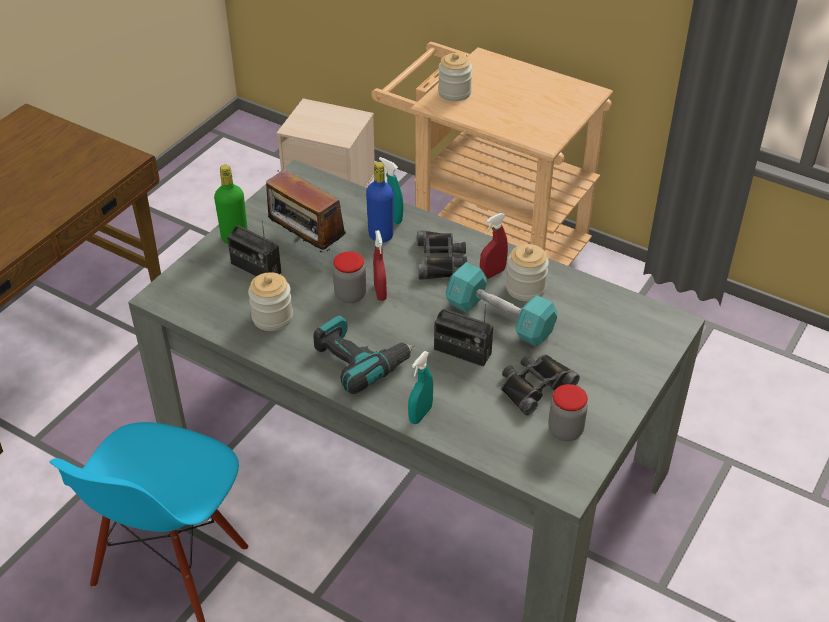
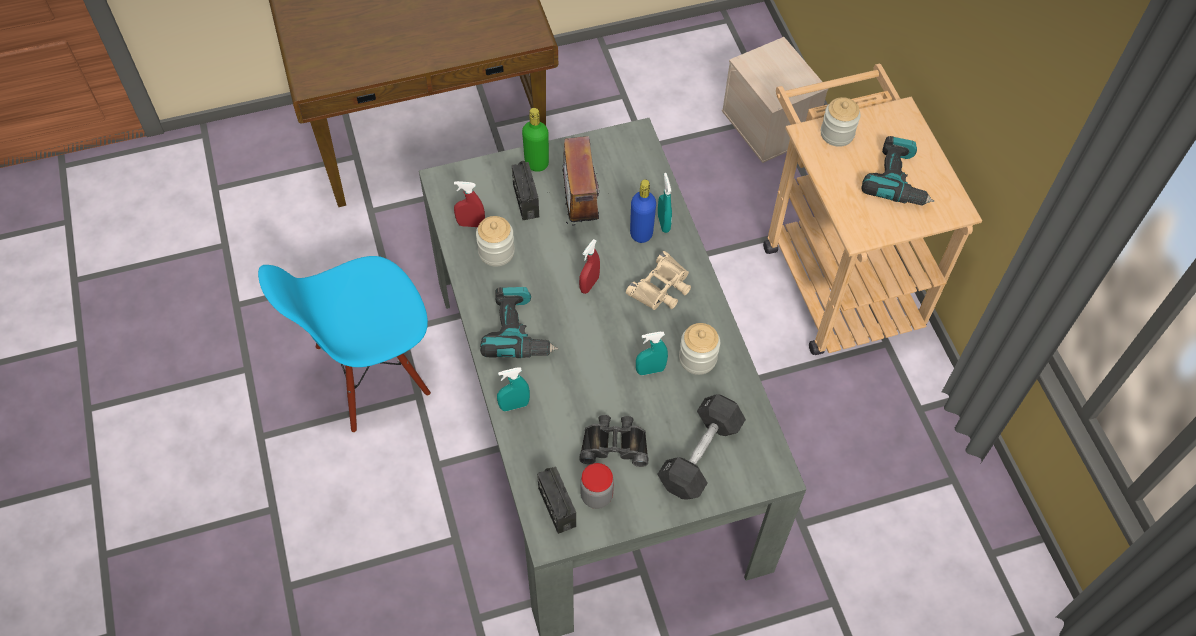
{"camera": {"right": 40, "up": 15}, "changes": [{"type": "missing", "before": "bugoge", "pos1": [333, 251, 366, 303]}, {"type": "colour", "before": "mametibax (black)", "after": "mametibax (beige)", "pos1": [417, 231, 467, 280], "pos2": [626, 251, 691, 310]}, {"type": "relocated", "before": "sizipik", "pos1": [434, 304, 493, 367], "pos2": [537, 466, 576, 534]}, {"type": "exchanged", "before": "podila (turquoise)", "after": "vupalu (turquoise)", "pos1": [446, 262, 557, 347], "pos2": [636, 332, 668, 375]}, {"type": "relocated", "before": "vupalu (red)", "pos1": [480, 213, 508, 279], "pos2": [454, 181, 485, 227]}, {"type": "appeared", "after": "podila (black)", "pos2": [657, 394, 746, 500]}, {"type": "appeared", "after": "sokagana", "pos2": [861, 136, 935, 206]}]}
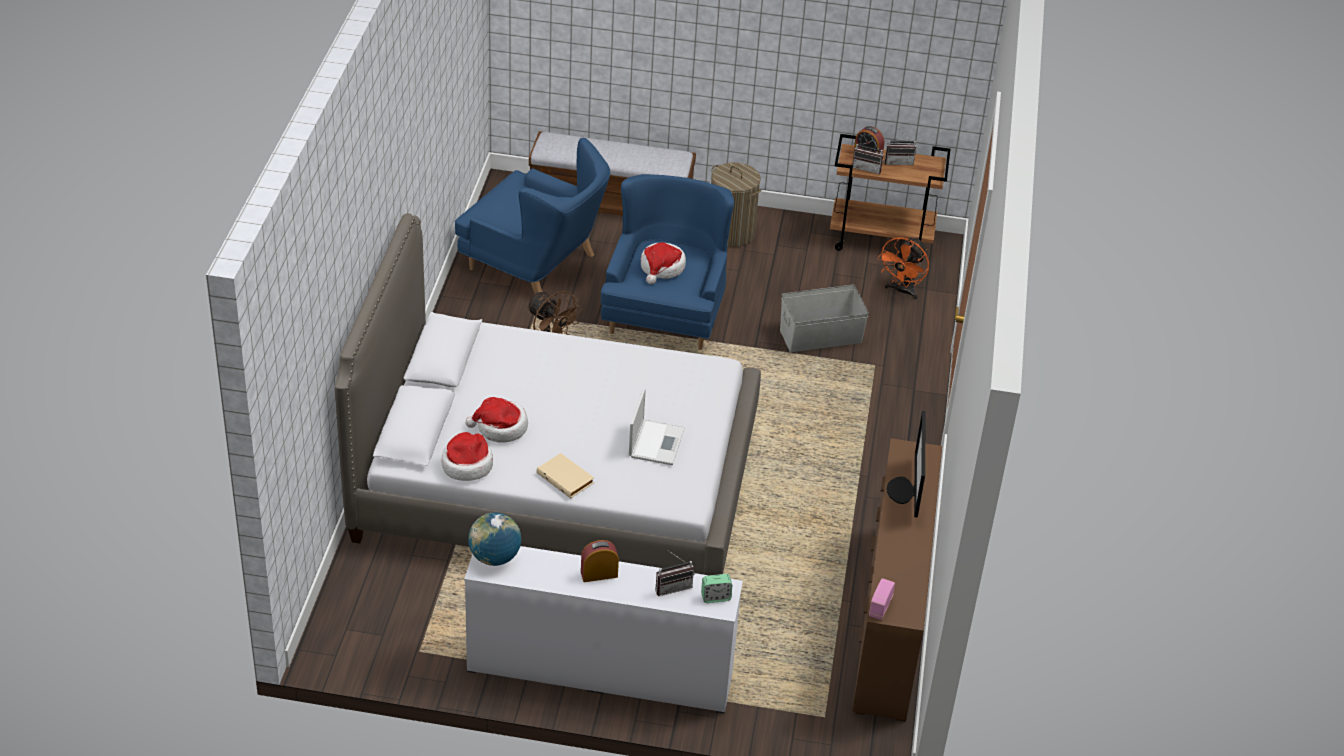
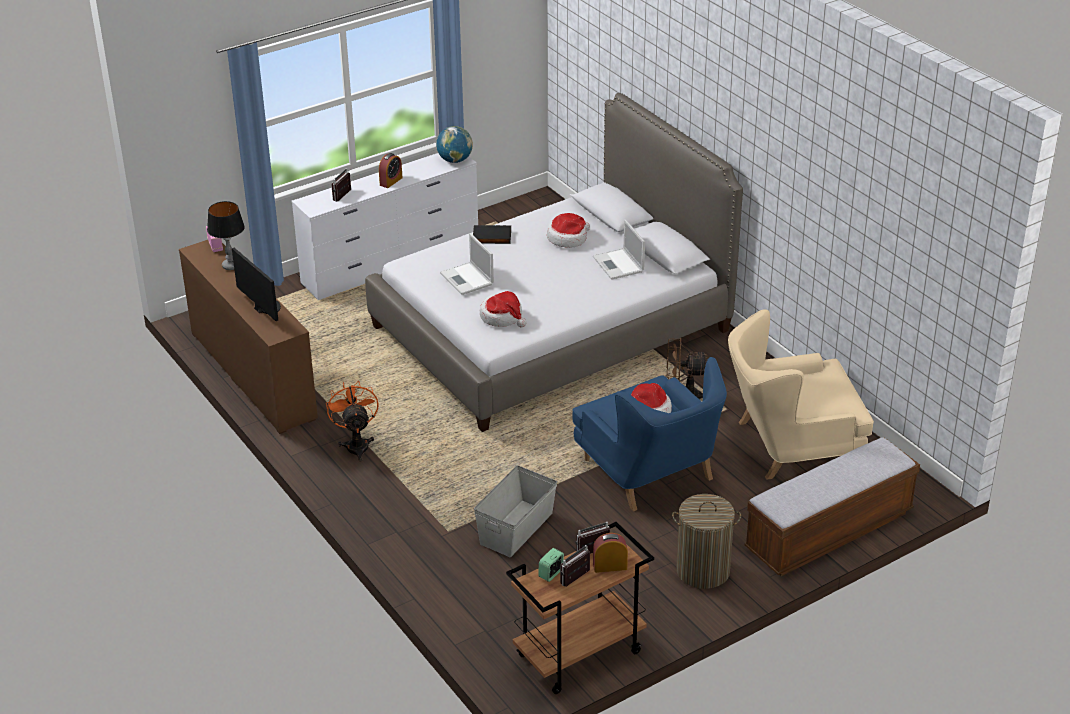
{"camera": {"right": 140, "up": -5}, "changes": [{"type": "relocated", "before": "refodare", "pos1": [441, 432, 493, 481], "pos2": [480, 291, 526, 327]}, {"type": "colour", "before": "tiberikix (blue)", "after": "tiberikix (beige)", "pos1": [455, 138, 610, 294], "pos2": [728, 309, 874, 480]}, {"type": "colour", "before": "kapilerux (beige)", "after": "kapilerux (black)", "pos1": [537, 453, 594, 498], "pos2": [473, 225, 511, 244]}, {"type": "relocated", "before": "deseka", "pos1": [701, 574, 732, 603], "pos2": [538, 548, 564, 582]}, {"type": "relocated", "before": "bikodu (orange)", "pos1": [877, 237, 929, 300], "pos2": [326, 381, 379, 462]}, {"type": "appeared", "after": "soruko", "pos2": [207, 201, 245, 270]}, {"type": "appeared", "after": "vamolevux", "pos2": [593, 220, 645, 280]}]}
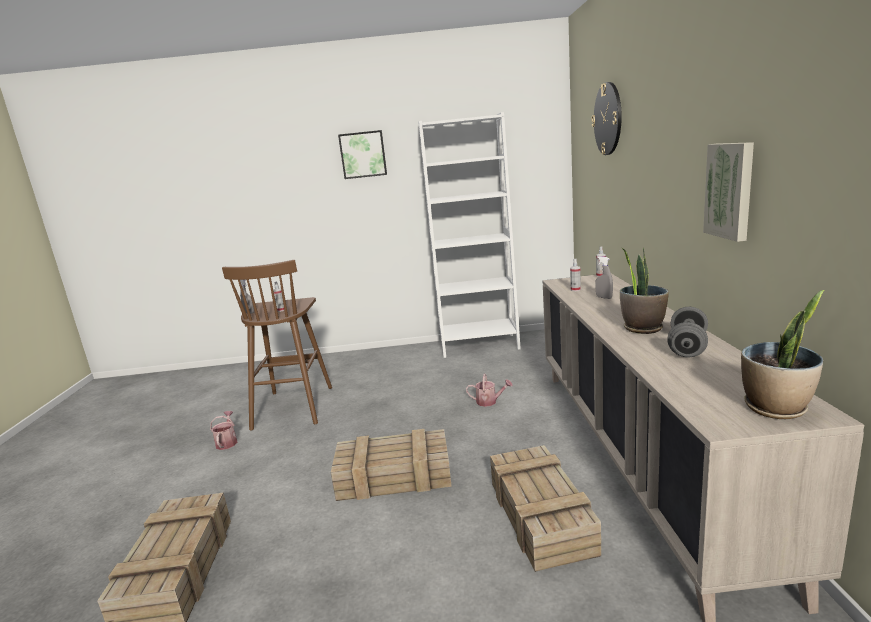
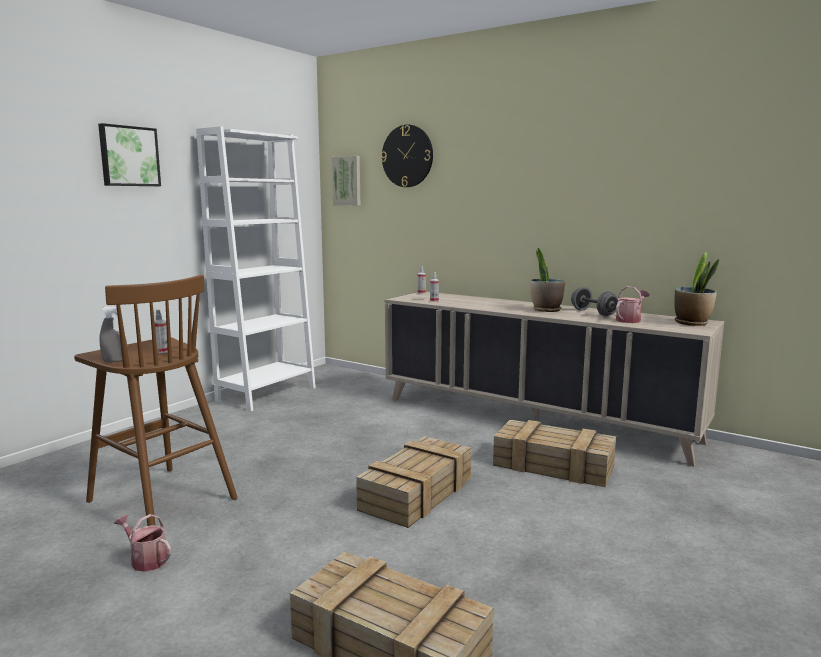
{"camera": {"right": -55, "up": -5}, "changes": [{"type": "relocated", "before": "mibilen", "pos1": [466, 374, 513, 407], "pos2": [616, 286, 649, 323]}, {"type": "missing", "before": "vupalu (grey)", "pos1": [595, 256, 613, 299]}, {"type": "relocated", "before": "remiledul", "pos1": [703, 142, 754, 242], "pos2": [332, 156, 360, 205]}]}
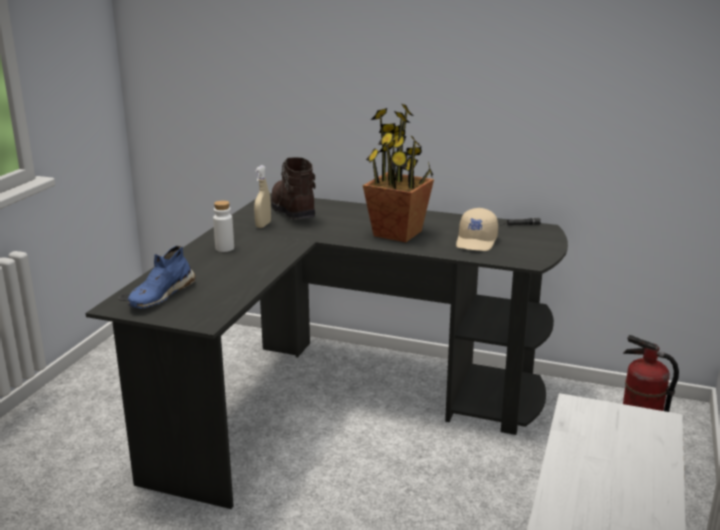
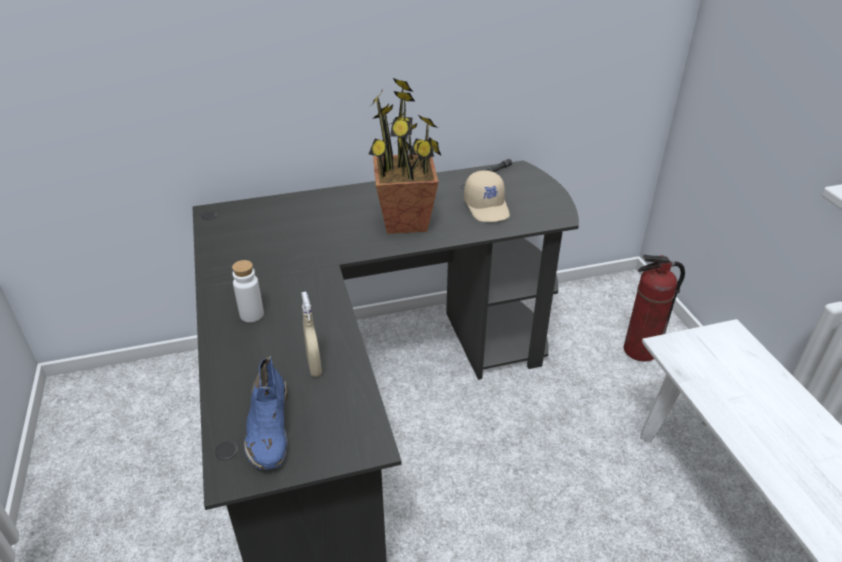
{"camera": {"right": -35, "up": 15}, "changes": [{"type": "relocated", "before": "vupalu (beige)", "pos1": [254, 165, 271, 228], "pos2": [301, 291, 322, 377]}, {"type": "missing", "before": "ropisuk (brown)", "pos1": [271, 157, 316, 220]}]}
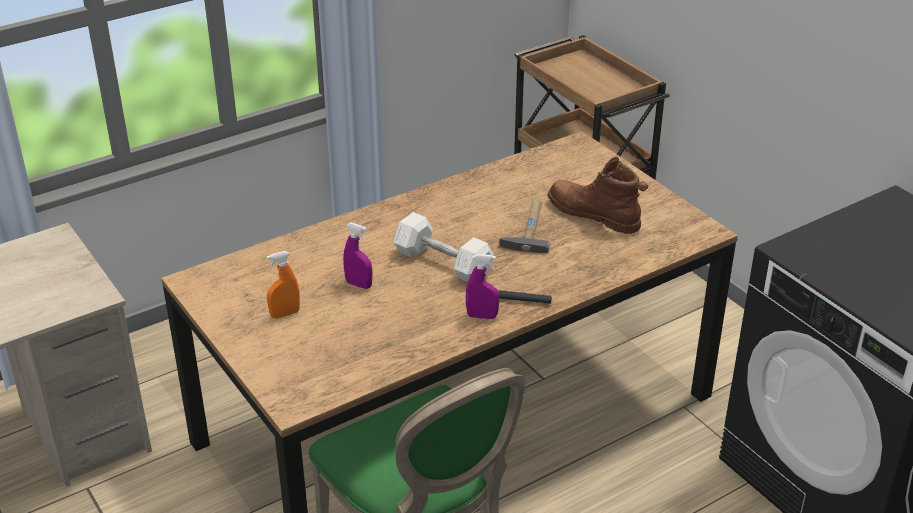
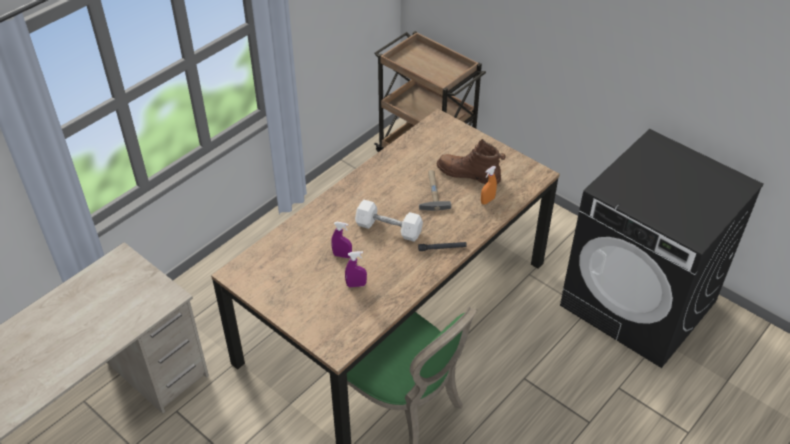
{"camera": {"right": -15, "up": 10}, "changes": [{"type": "relocated", "before": "vupalu (orange)", "pos1": [266, 251, 300, 318], "pos2": [481, 166, 497, 205]}, {"type": "relocated", "before": "vupalu (purple)", "pos1": [466, 254, 499, 319], "pos2": [345, 251, 367, 287]}]}
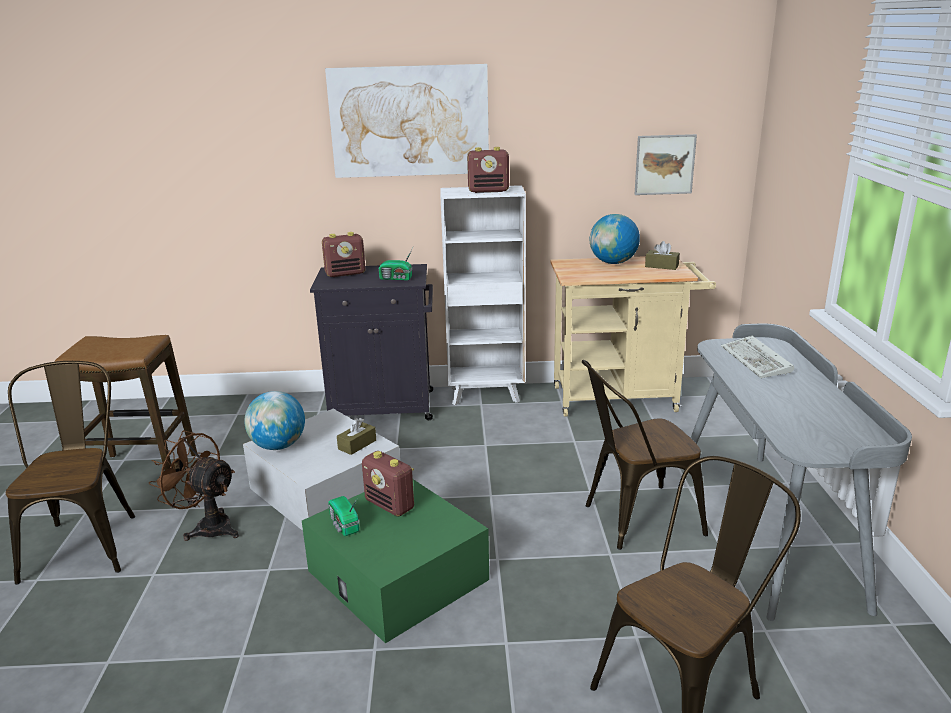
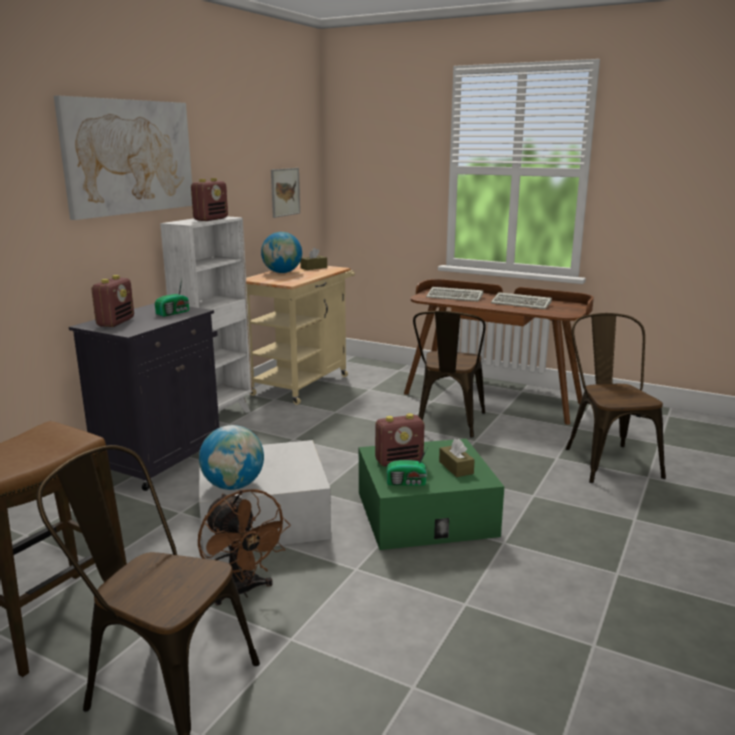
{"camera": {"right": -60, "up": -5}, "changes": [{"type": "spun", "before": "bikodu (brown)", "pos1": [149, 430, 239, 541], "pos2": [198, 489, 290, 605], "turn": -90}, {"type": "relocated", "before": "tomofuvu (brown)", "pos1": [337, 418, 376, 455], "pos2": [439, 439, 475, 477]}, {"type": "colour", "before": "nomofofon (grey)", "after": "nomofofon (brown)", "pos1": [691, 323, 912, 621], "pos2": [404, 279, 594, 425]}, {"type": "appeared", "after": "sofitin", "pos2": [491, 292, 552, 309]}]}
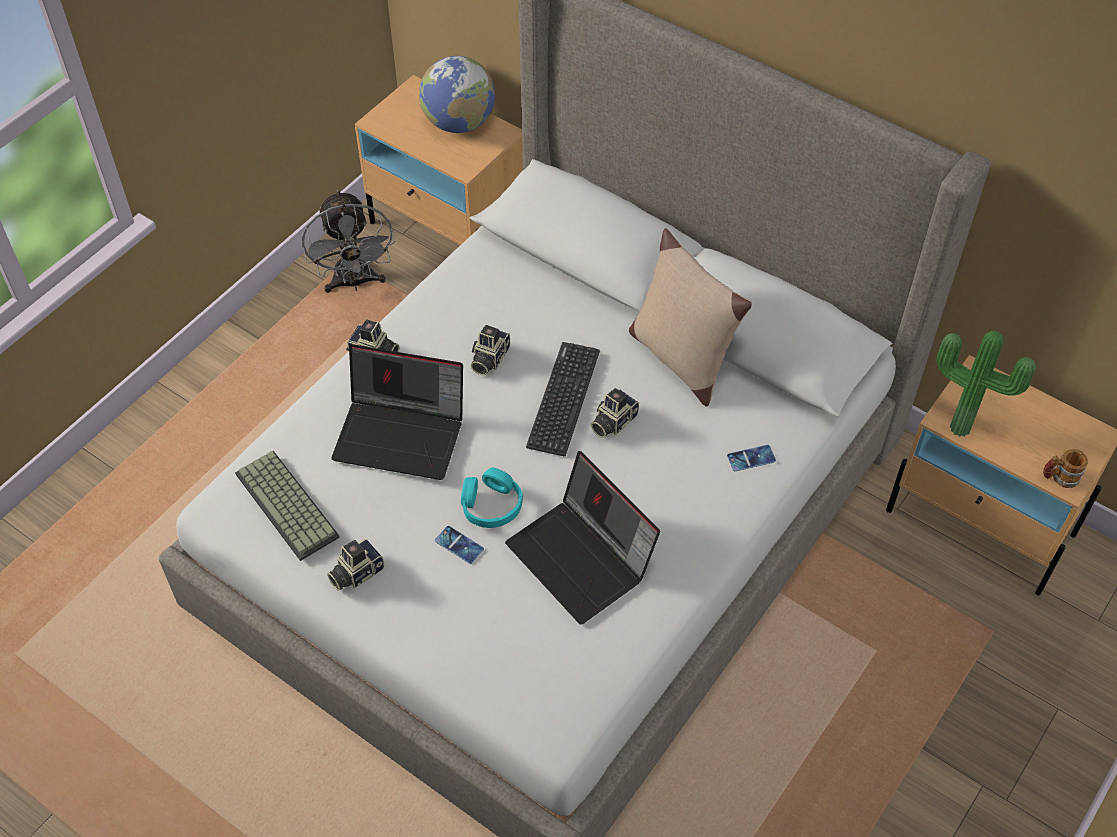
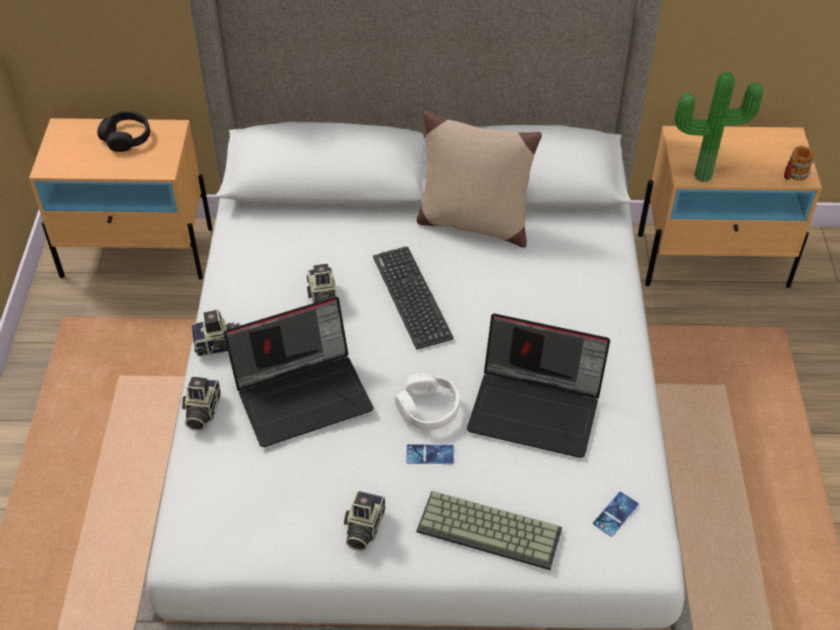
{"camera": {"right": -35, "up": -5}, "changes": [{"type": "relocated", "before": "sofitin", "pos1": [235, 451, 340, 561], "pos2": [417, 491, 562, 570]}, {"type": "missing", "before": "bikodu (grey)", "pos1": [302, 189, 395, 293]}, {"type": "exchanged", "before": "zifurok", "after": "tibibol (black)", "pos1": [419, 56, 495, 133], "pos2": [97, 111, 150, 152]}, {"type": "colour", "before": "tibibol (turquoise)", "after": "tibibol (white)", "pos1": [461, 468, 523, 528], "pos2": [395, 373, 460, 430]}, {"type": "relocated", "before": "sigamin", "pos1": [591, 388, 639, 438], "pos2": [182, 377, 221, 431]}, {"type": "relocated", "before": "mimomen", "pos1": [727, 445, 776, 471], "pos2": [593, 492, 639, 537]}]}
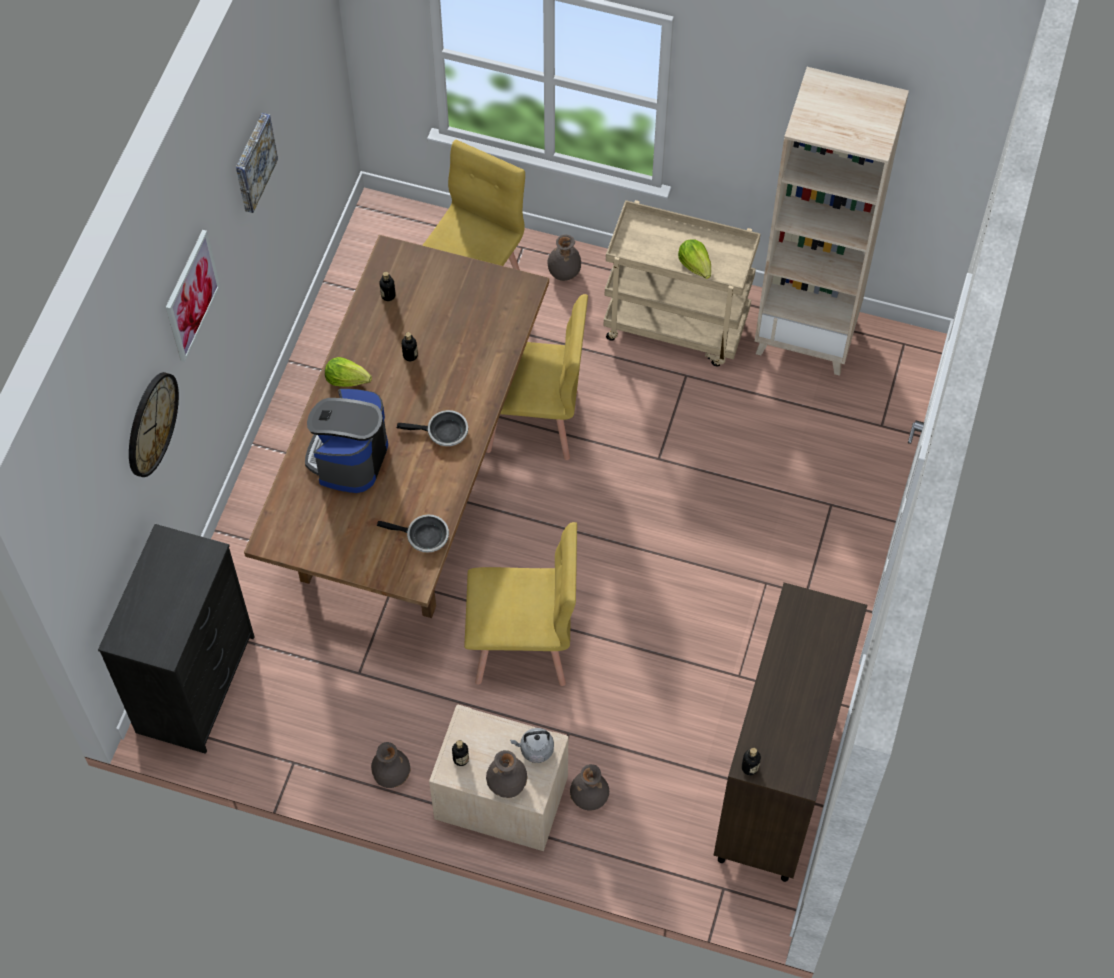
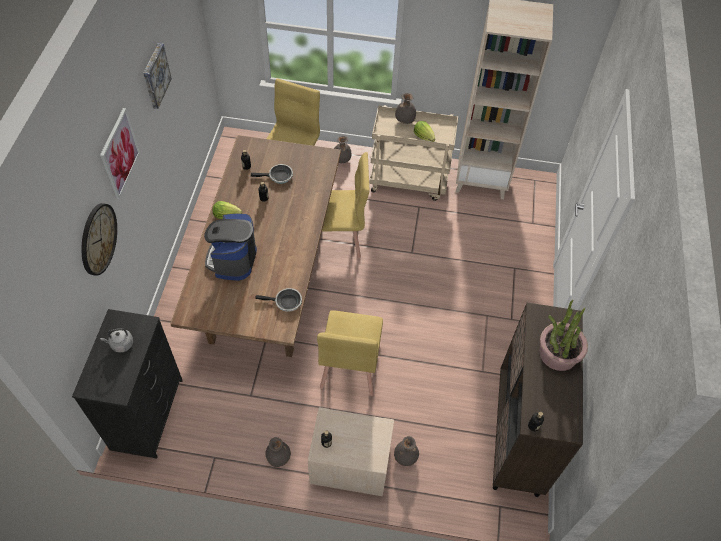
{"camera": {"right": -10, "up": -5}, "changes": [{"type": "relocated", "before": "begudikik", "pos1": [397, 410, 468, 446], "pos2": [251, 164, 293, 184]}, {"type": "spun", "before": "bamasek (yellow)", "pos1": [464, 522, 577, 686], "pos2": [317, 310, 383, 396], "turn": 105}, {"type": "relocated", "before": "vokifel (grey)", "pos1": [486, 750, 527, 798], "pos2": [395, 93, 416, 124]}, {"type": "relocated", "before": "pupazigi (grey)", "pos1": [510, 728, 554, 763], "pos2": [100, 328, 133, 353]}, {"type": "appeared", "after": "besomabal", "pos2": [539, 300, 588, 371]}]}
